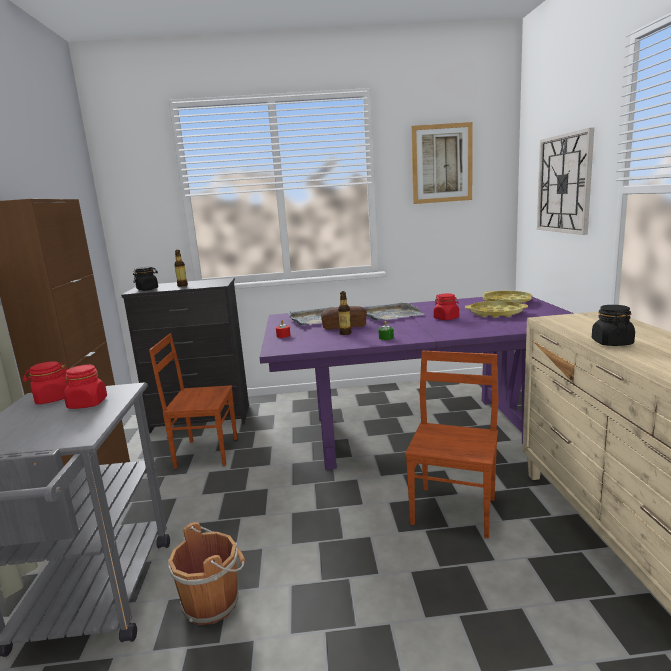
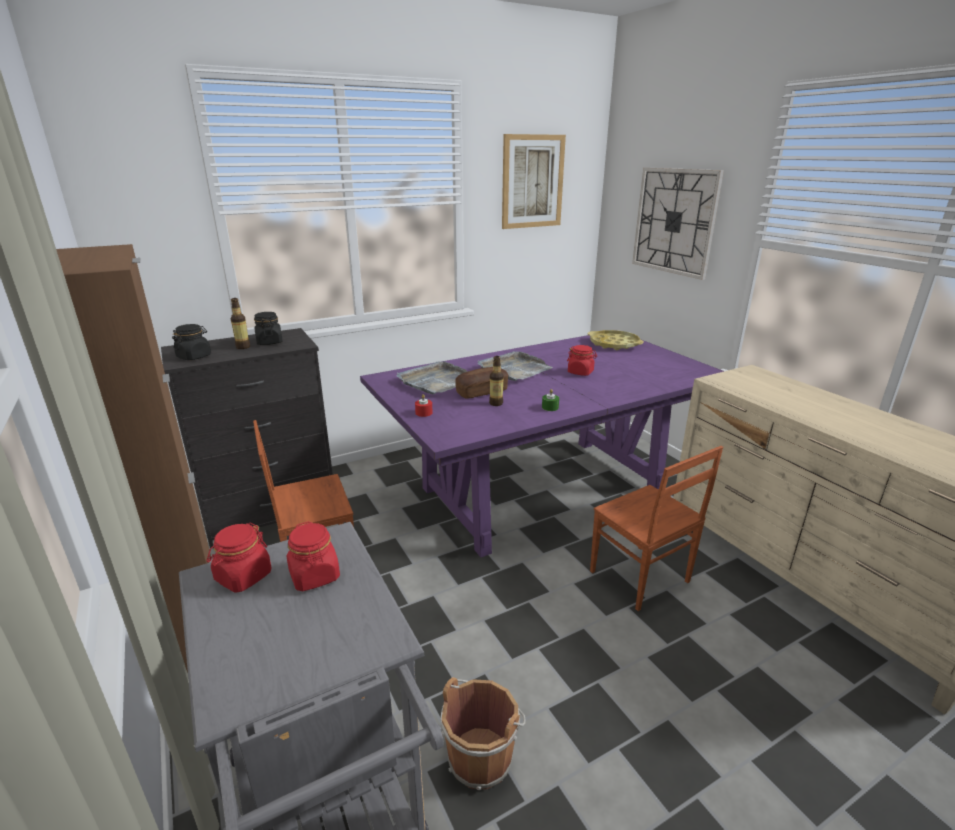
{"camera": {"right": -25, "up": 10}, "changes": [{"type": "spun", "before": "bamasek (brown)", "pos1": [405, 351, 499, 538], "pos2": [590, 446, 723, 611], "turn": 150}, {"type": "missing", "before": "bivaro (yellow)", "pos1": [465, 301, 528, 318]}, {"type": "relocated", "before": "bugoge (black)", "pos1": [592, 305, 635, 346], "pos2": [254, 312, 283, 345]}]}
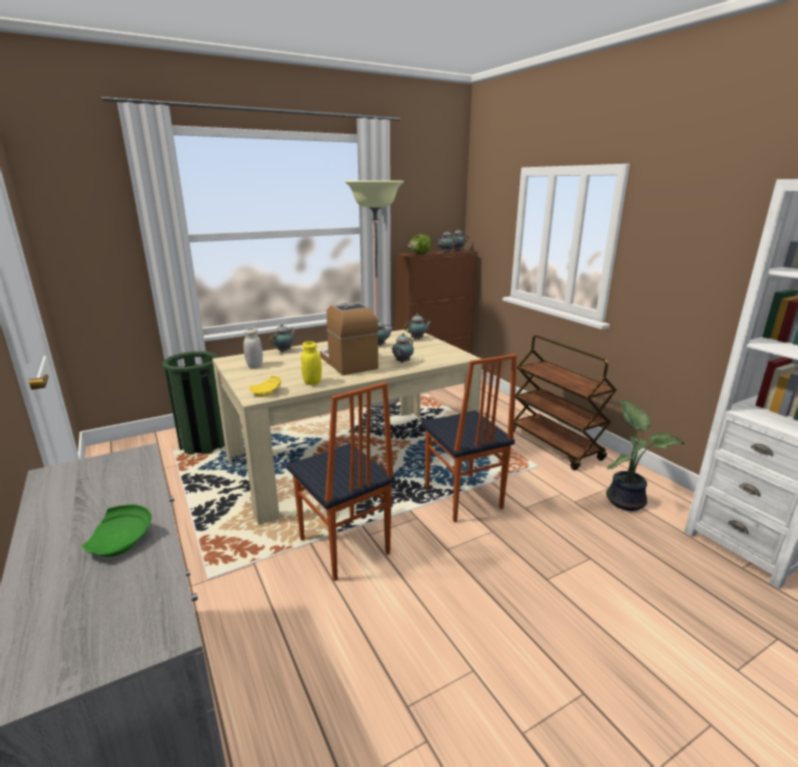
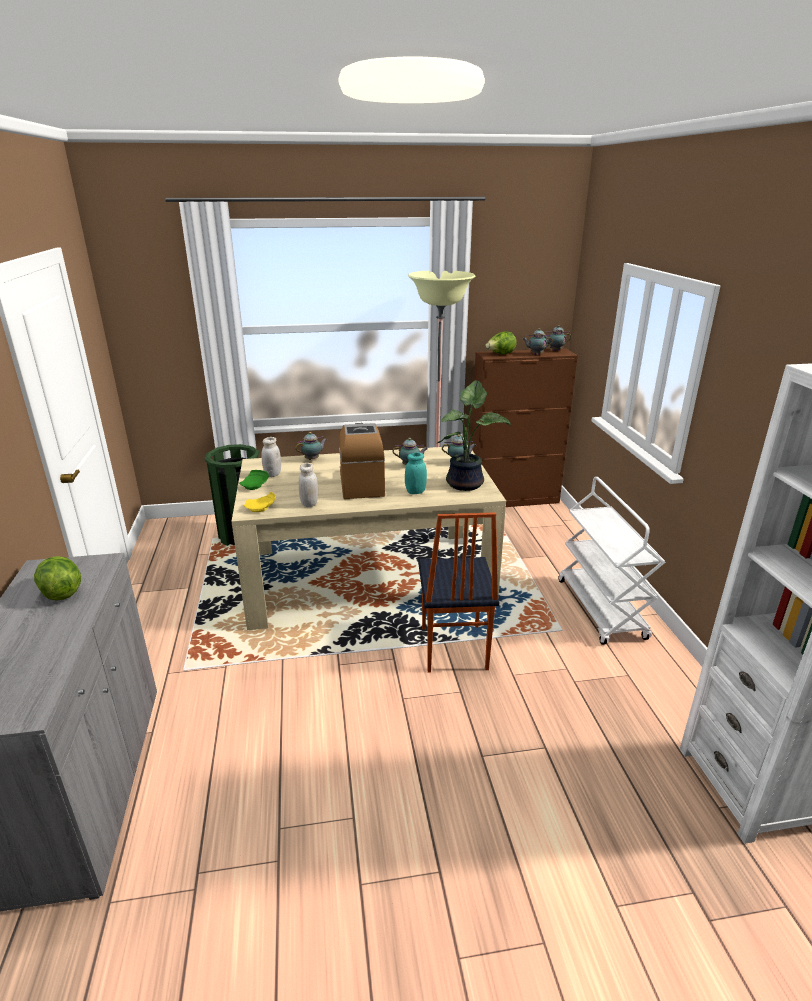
{"camera": {"right": 20, "up": 5}, "changes": [{"type": "relocated", "before": "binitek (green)", "pos1": [82, 504, 151, 557], "pos2": [239, 470, 269, 490]}, {"type": "missing", "before": "bamasek", "pos1": [287, 382, 395, 581]}, {"type": "colour", "before": "bugoge (yellow)", "after": "bugoge (white)", "pos1": [301, 341, 322, 385], "pos2": [299, 463, 318, 507]}, {"type": "exchanged", "before": "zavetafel", "after": "bugoge (turquoise)", "pos1": [392, 333, 414, 363], "pos2": [405, 452, 427, 494]}, {"type": "colour", "before": "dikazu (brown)", "after": "dikazu (white)", "pos1": [514, 335, 616, 470], "pos2": [559, 477, 666, 645]}, {"type": "relocated", "before": "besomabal", "pos1": [606, 400, 684, 511], "pos2": [436, 380, 511, 491]}, {"type": "appeared", "after": "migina", "pos2": [34, 556, 81, 601]}]}
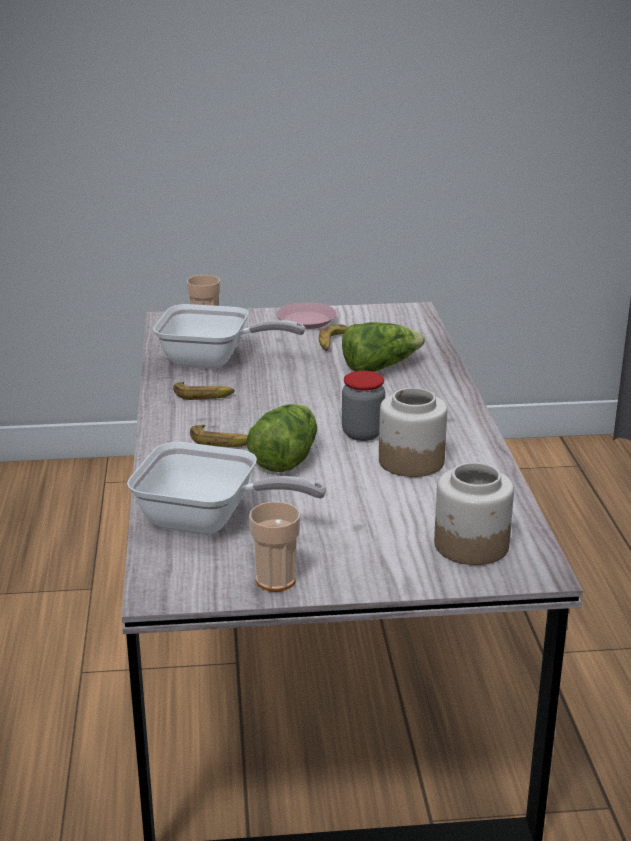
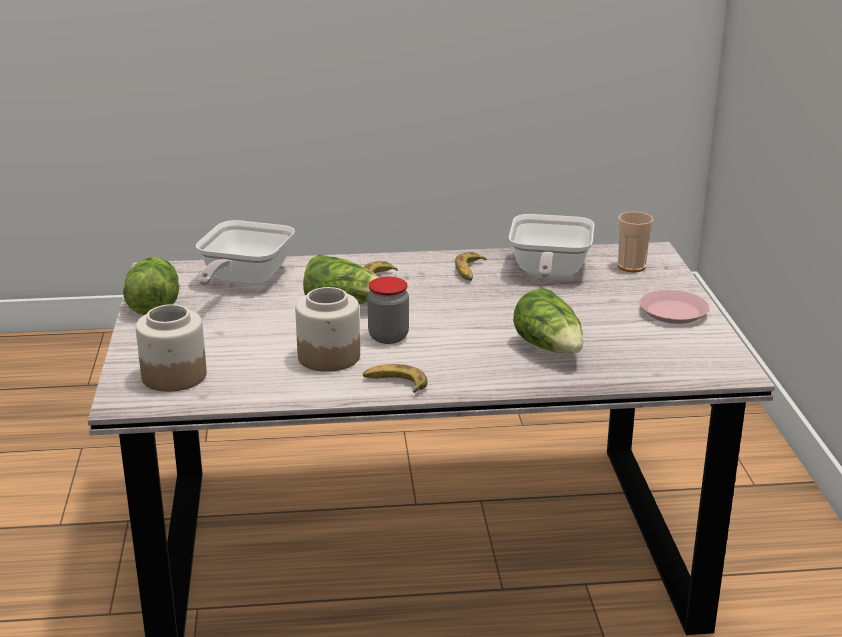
{"camera": {"right": 90, "up": 0}, "changes": [{"type": "exchanged", "before": "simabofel", "after": "migina", "pos1": [249, 502, 300, 592], "pos2": [123, 257, 179, 315]}, {"type": "relocated", "before": "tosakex", "pos1": [319, 324, 348, 351], "pos2": [363, 364, 428, 393]}]}
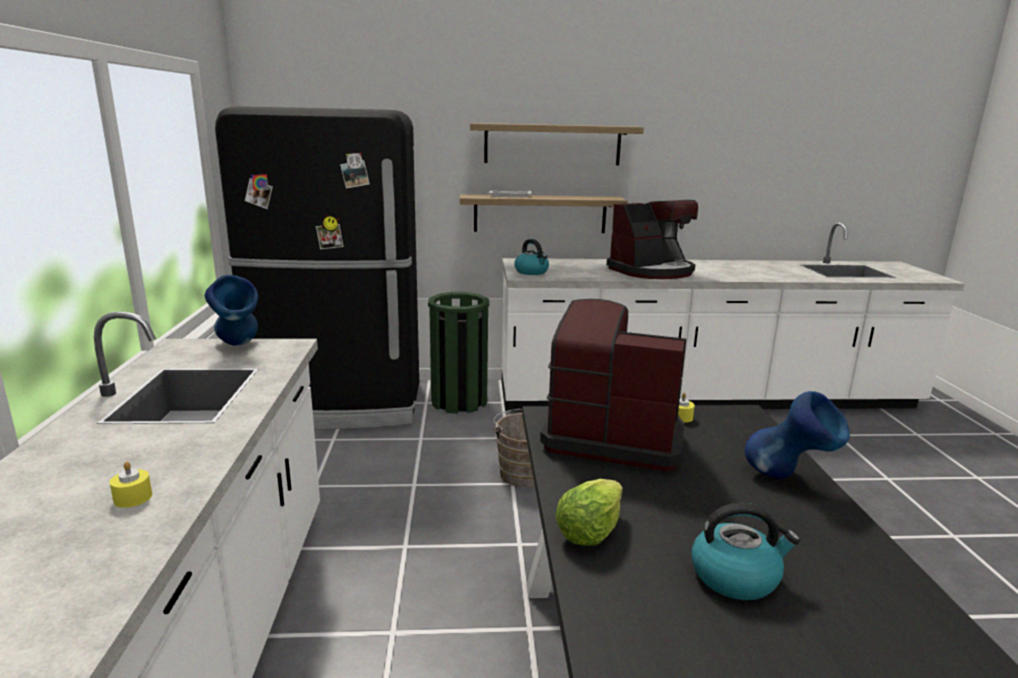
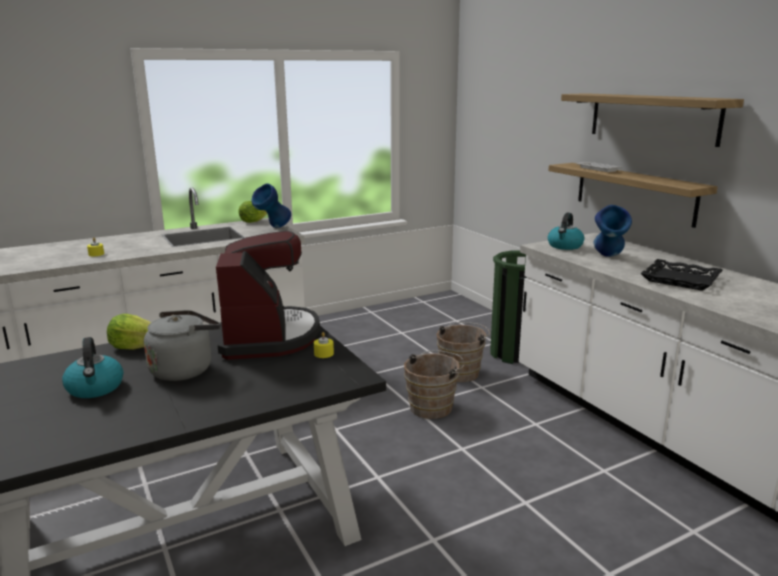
{"camera": {"right": 65, "up": 0}, "changes": [{"type": "missing", "before": "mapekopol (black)", "pos1": [215, 106, 419, 429]}, {"type": "exchanged", "before": "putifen", "after": "bivaro (black)", "pos1": [607, 200, 698, 279], "pos2": [640, 259, 723, 291]}, {"type": "relocated", "before": "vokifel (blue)", "pos1": [745, 391, 850, 479], "pos2": [594, 205, 632, 257]}, {"type": "appeared", "after": "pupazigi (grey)", "pos2": [144, 310, 221, 381]}, {"type": "appeared", "after": "migina", "pos2": [238, 201, 267, 223]}, {"type": "appeared", "after": "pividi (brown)", "pos2": [437, 322, 490, 382]}]}
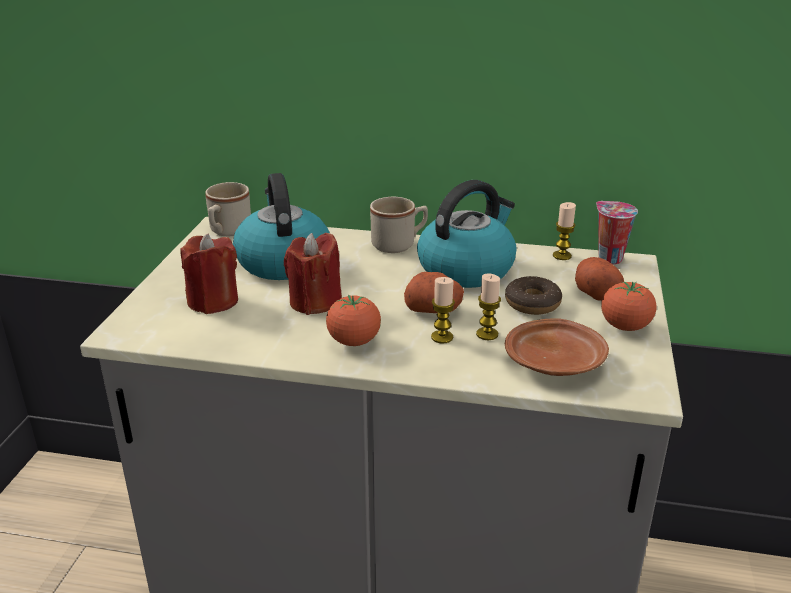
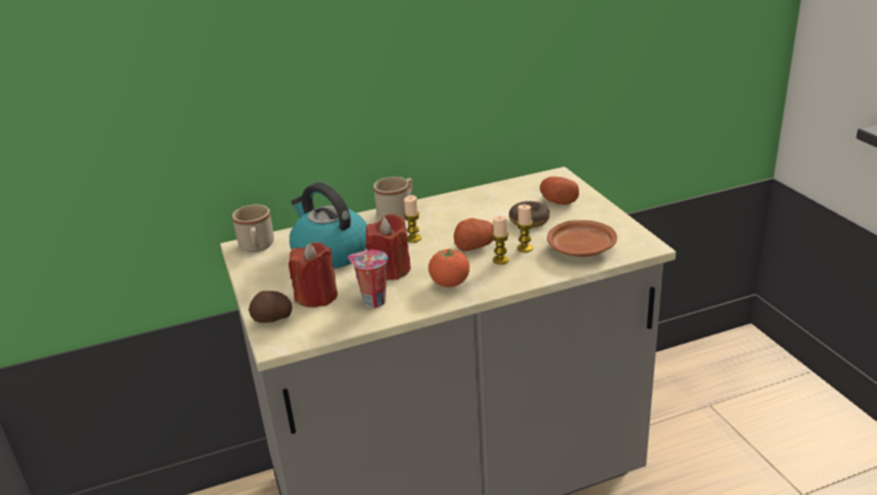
{"camera": {"right": -30, "up": 0}, "changes": [{"type": "missing", "before": "pupazigi", "pos1": [417, 180, 516, 288]}, {"type": "relocated", "before": "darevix", "pos1": [553, 202, 576, 260], "pos2": [404, 195, 421, 243]}, {"type": "relocated", "before": "simabofel", "pos1": [596, 201, 638, 264], "pos2": [348, 250, 388, 308]}, {"type": "missing", "before": "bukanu", "pos1": [601, 282, 657, 331]}, {"type": "appeared", "after": "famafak", "pos2": [249, 291, 292, 323]}]}
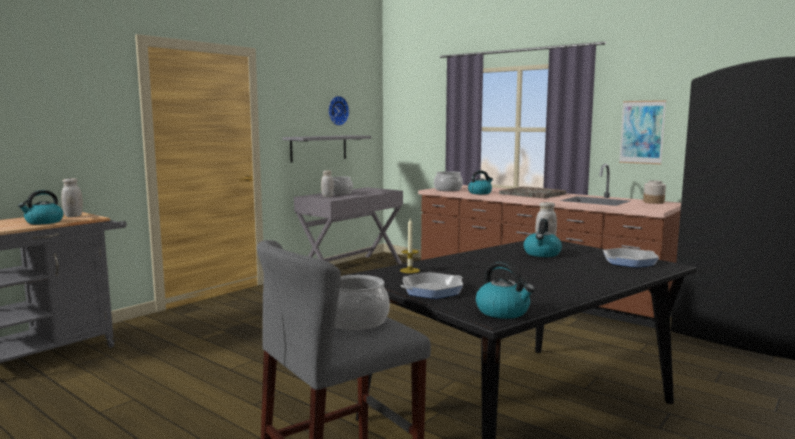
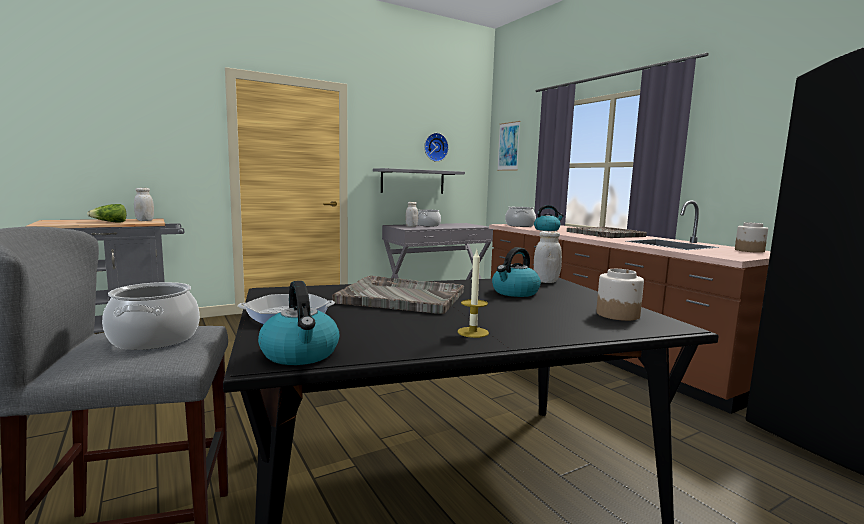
{"camera": {"right": 20, "up": 0}, "changes": [{"type": "exchanged", "before": "pupazigi", "after": "migina", "pos1": [18, 190, 63, 224], "pos2": [87, 204, 127, 222]}, {"type": "relocated", "before": "darevix", "pos1": [400, 219, 420, 273], "pos2": [457, 251, 489, 338]}, {"type": "exchanged", "before": "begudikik", "after": "bugoge", "pos1": [603, 248, 659, 268], "pos2": [596, 269, 644, 321]}, {"type": "relocated", "before": "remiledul", "pos1": [619, 100, 666, 164], "pos2": [497, 121, 521, 171]}, {"type": "appeared", "after": "bivaro (grey)", "pos2": [332, 276, 464, 314]}]}
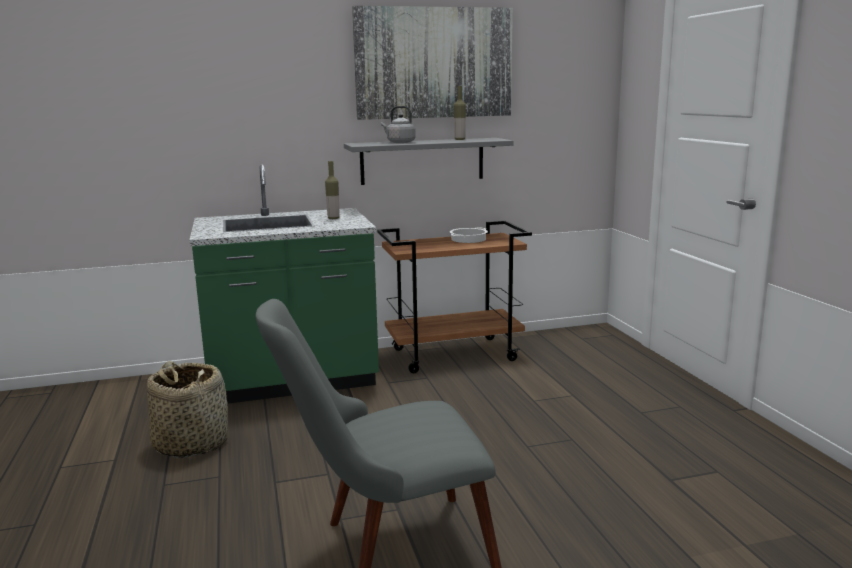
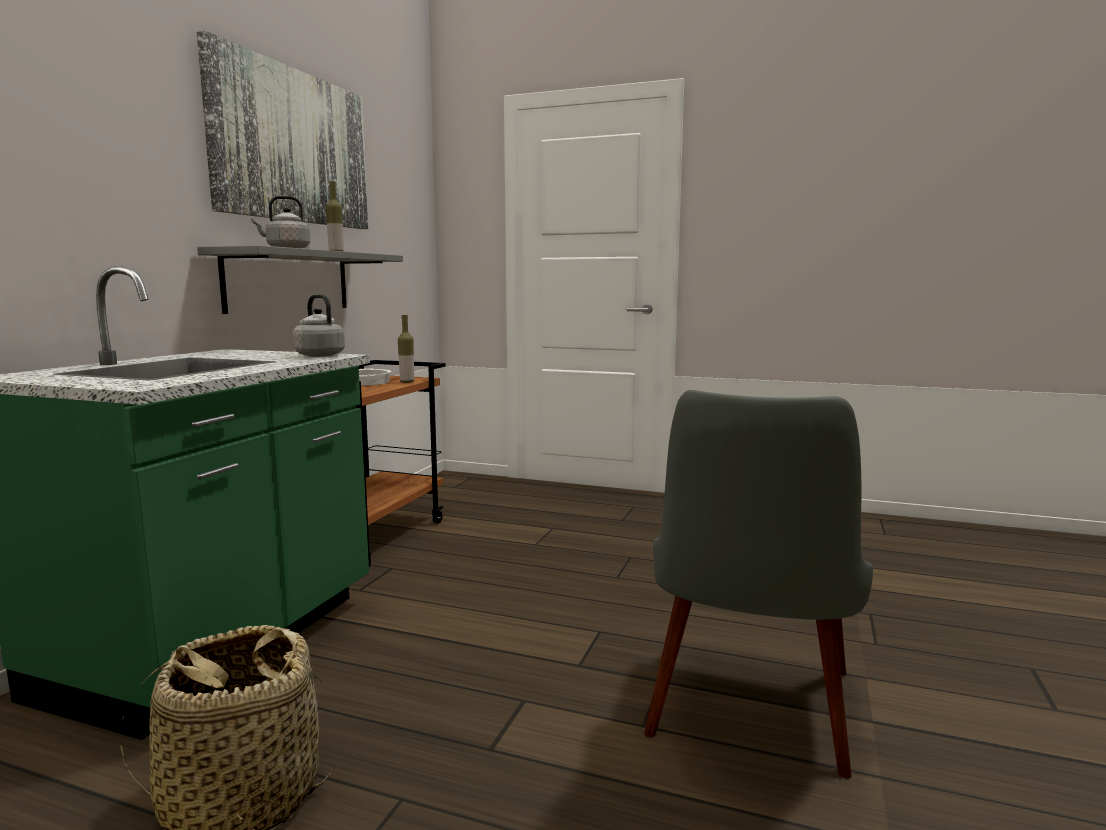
{"camera": {"right": -55, "up": -5}, "changes": [{"type": "relocated", "before": "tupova", "pos1": [325, 161, 340, 219], "pos2": [398, 315, 414, 383]}, {"type": "appeared", "after": "pupazigi (grey)", "pos2": [293, 294, 345, 357]}]}
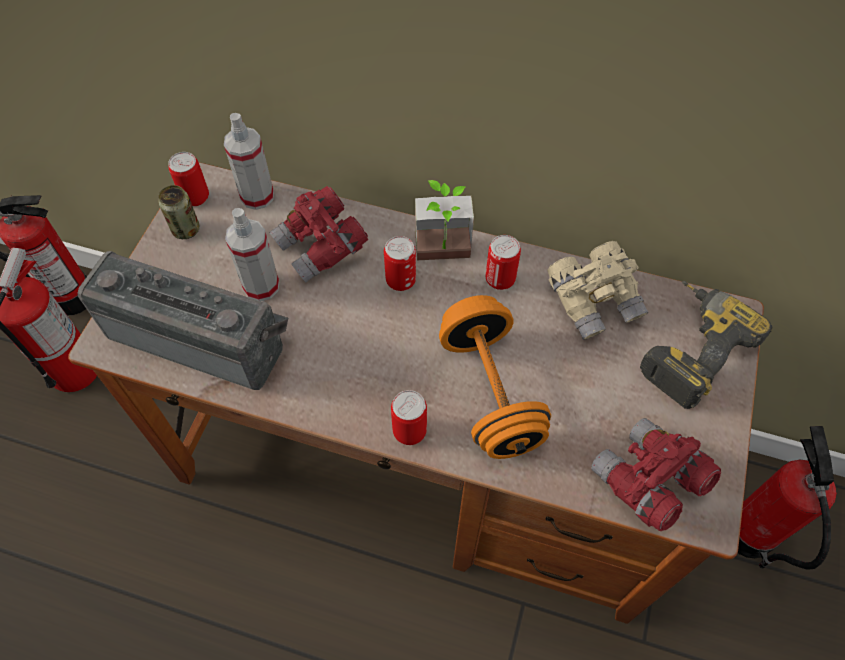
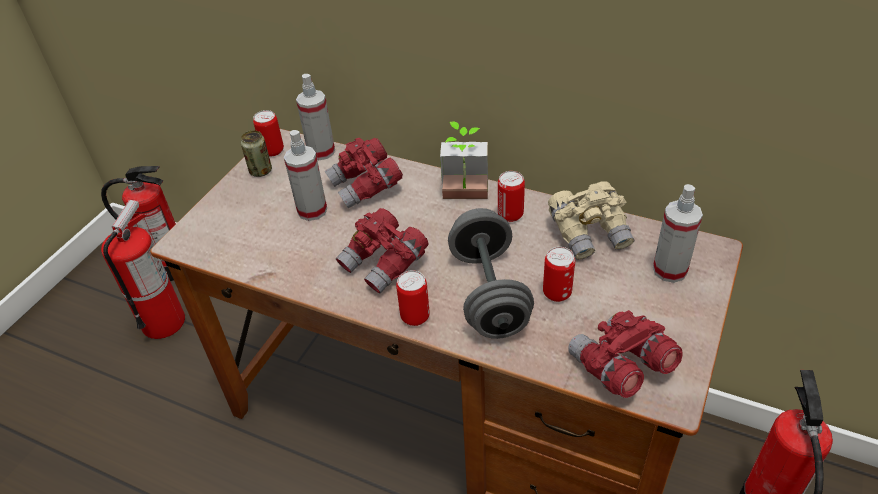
{"camera": {"right": 10, "up": -15}, "changes": [{"type": "missing", "before": "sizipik", "pos1": [78, 251, 289, 390]}, {"type": "relocated", "before": "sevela", "pos1": [384, 236, 416, 291], "pos2": [543, 247, 575, 302]}, {"type": "colour", "before": "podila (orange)", "after": "podila (grey)", "pos1": [439, 295, 551, 459], "pos2": [448, 208, 534, 339]}, {"type": "exchanged", "before": "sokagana", "after": "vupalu", "pos1": [640, 281, 773, 409], "pos2": [653, 184, 703, 283]}, {"type": "appeared", "after": "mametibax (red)", "pos2": [336, 208, 429, 294]}]}
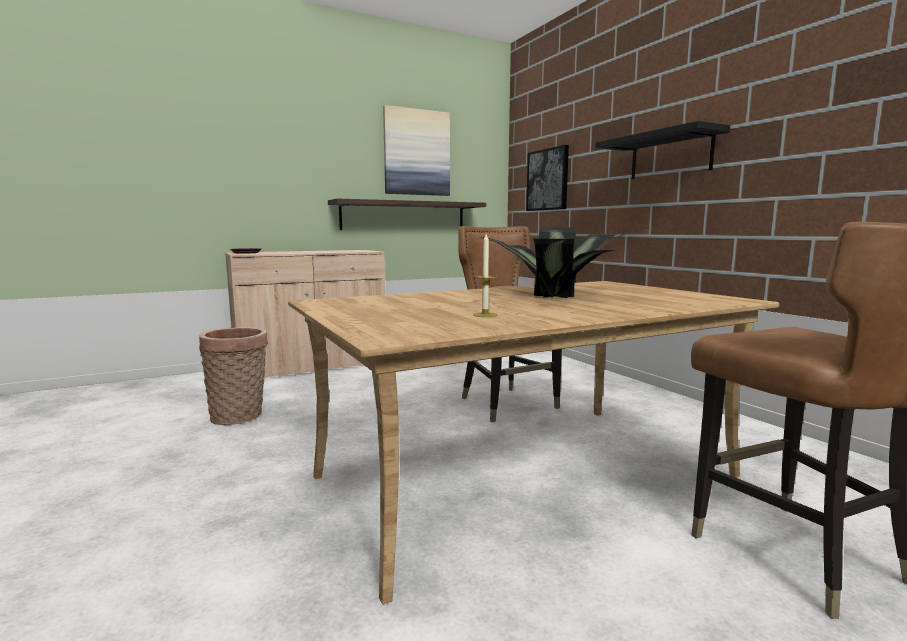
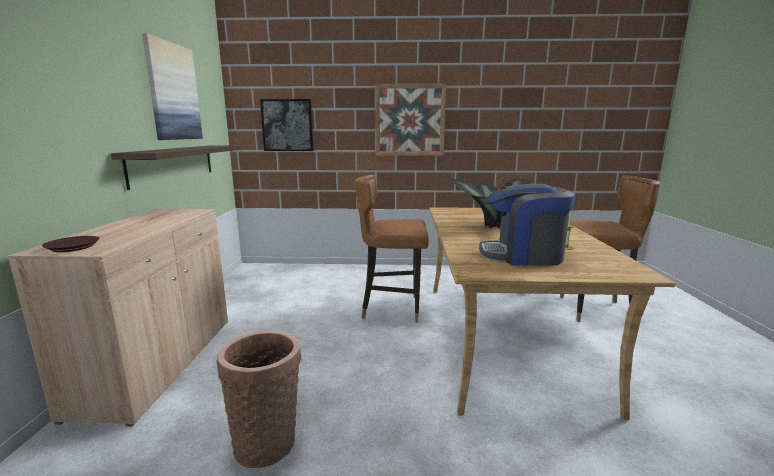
{"camera": {"right": -60, "up": 5}, "changes": [{"type": "exchanged", "before": "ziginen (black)", "after": "remiledul", "pos1": [595, 121, 730, 179], "pos2": [375, 83, 446, 156]}, {"type": "appeared", "after": "putifen", "pos2": [479, 184, 575, 266]}]}
